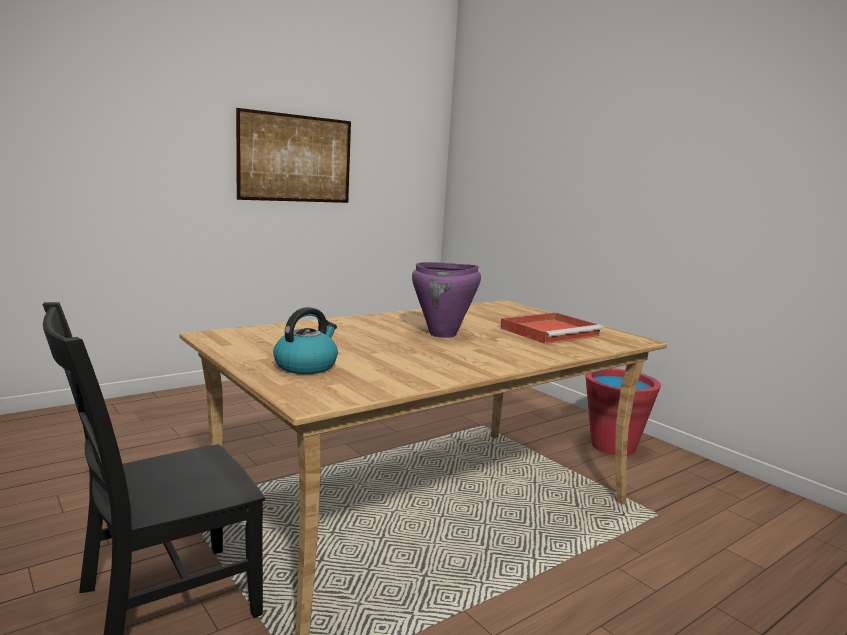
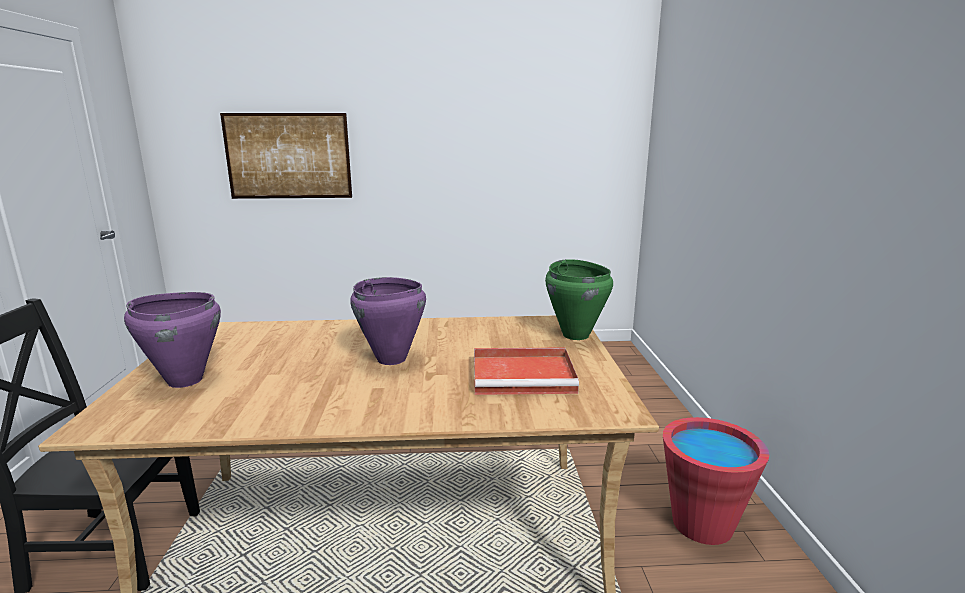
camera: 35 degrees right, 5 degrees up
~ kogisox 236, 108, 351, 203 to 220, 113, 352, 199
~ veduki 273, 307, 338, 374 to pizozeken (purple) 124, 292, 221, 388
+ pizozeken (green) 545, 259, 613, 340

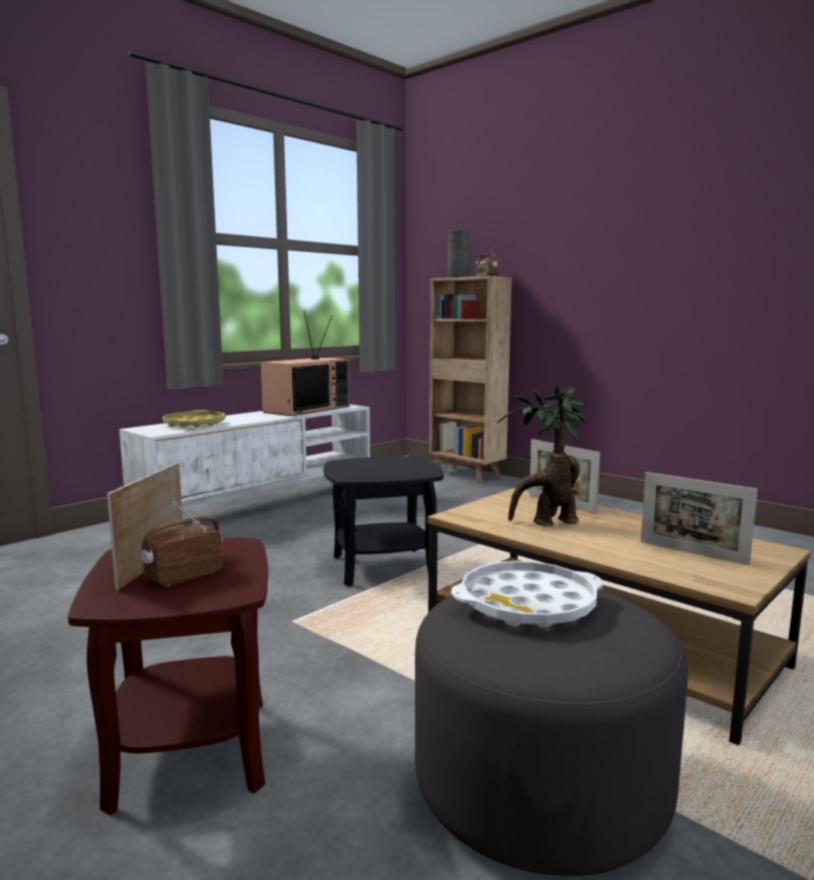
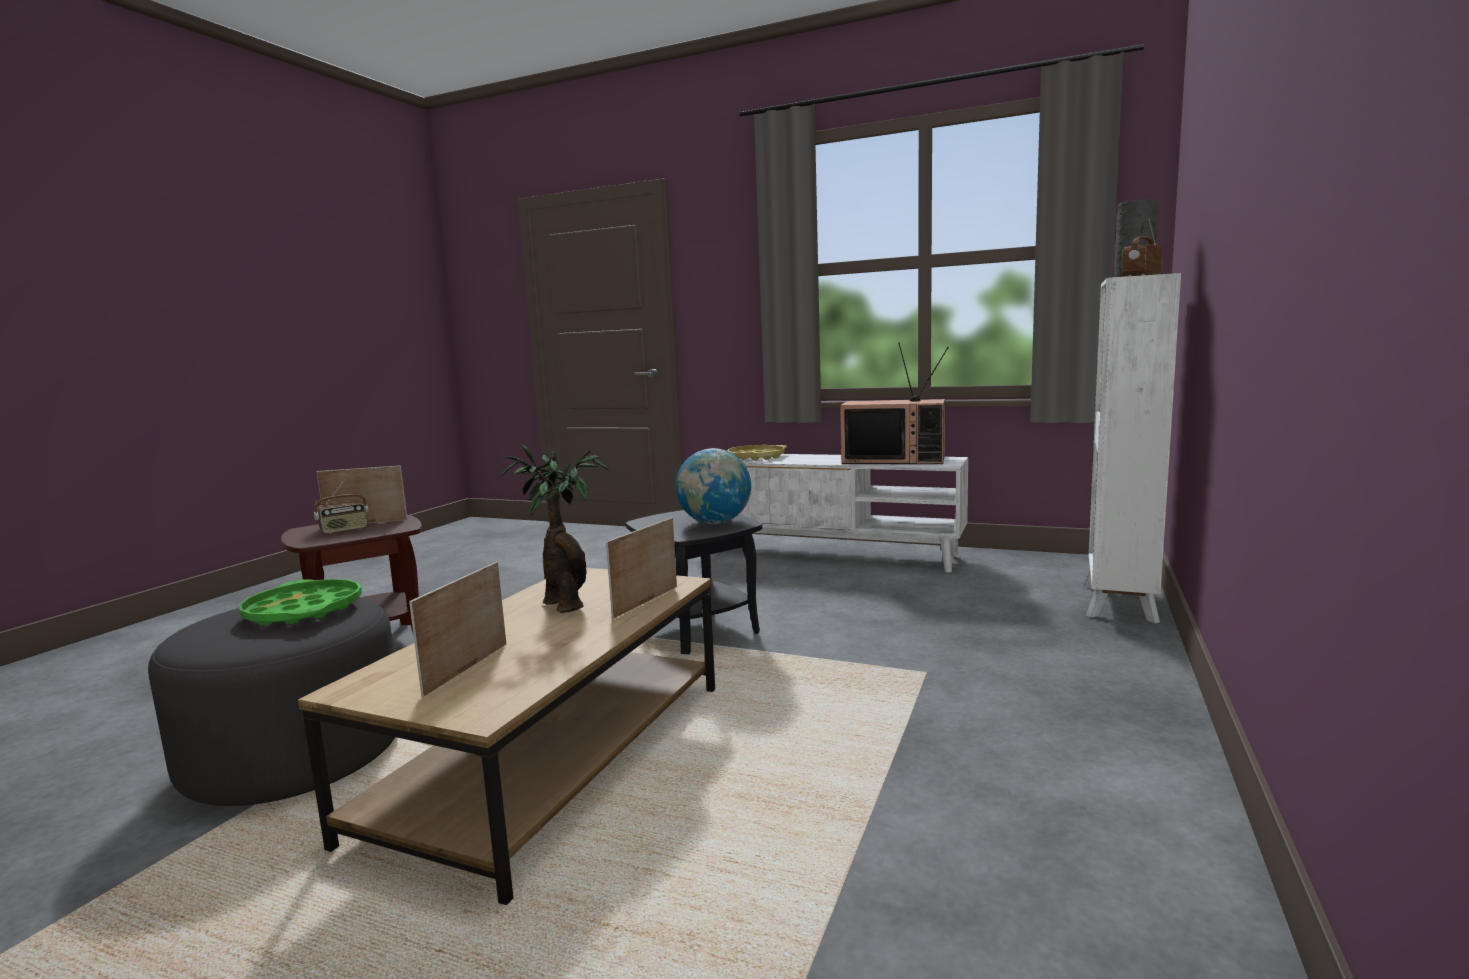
camera: 70 degrees right, 0 degrees up
~ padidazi 141, 501, 223, 586 = 314, 480, 369, 534 120 degrees clockwise
~ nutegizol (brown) 429, 276, 512, 483 to nutegizol (white) 1084, 273, 1181, 623
~ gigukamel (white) 451, 561, 603, 628 to gigukamel (green) 239, 579, 362, 626
+ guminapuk 676, 448, 751, 524

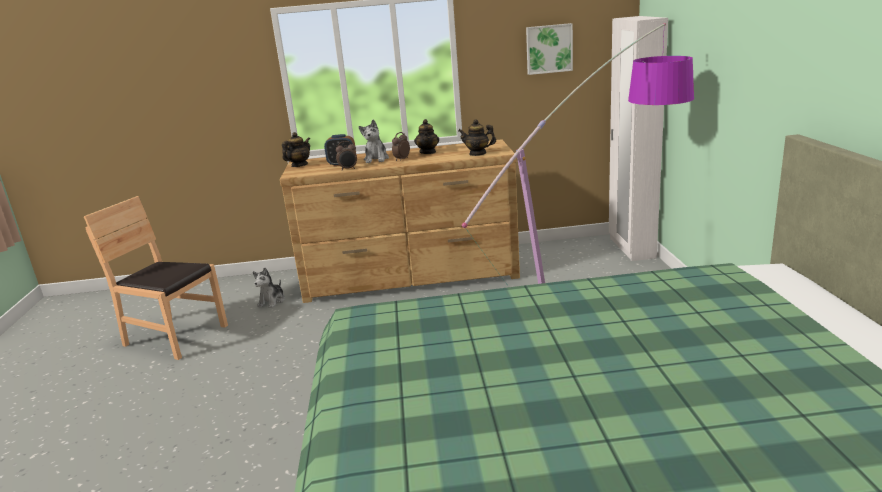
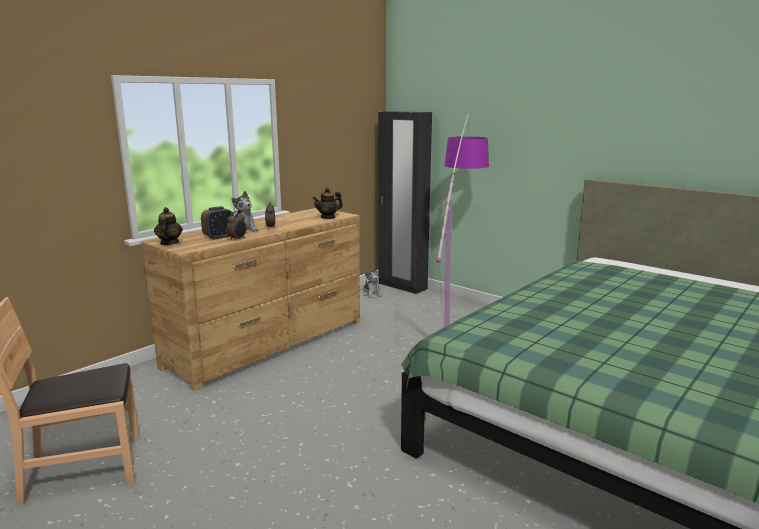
camera: 45 degrees left, 5 degrees down
~ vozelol 253, 267, 285, 308 to 363, 267, 382, 298
- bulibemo 414, 119, 439, 154
- kogisox 526, 23, 573, 75
~ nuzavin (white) 609, 16, 668, 261 to nuzavin (black) 378, 111, 432, 294

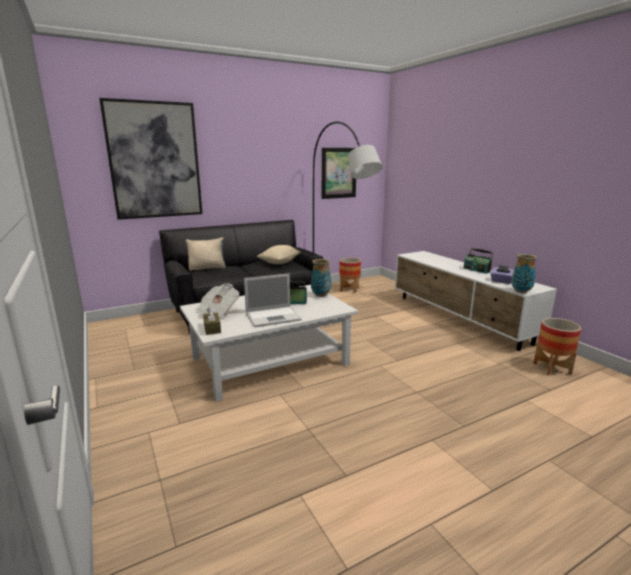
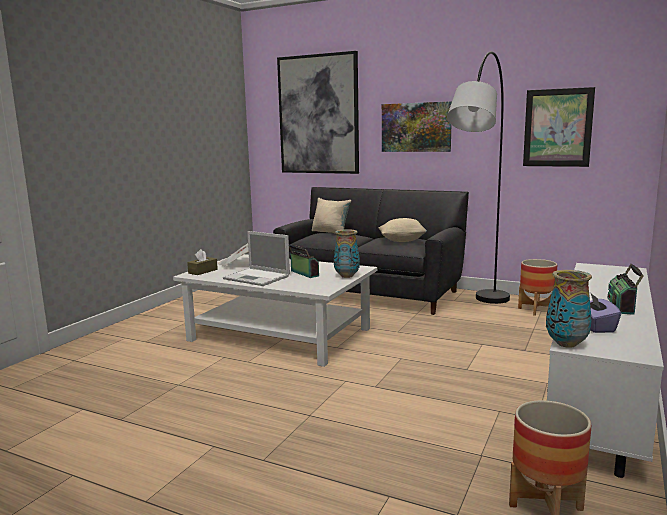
camera: 55 degrees right, 5 degrees down
+ kogisox 382, 101, 452, 152

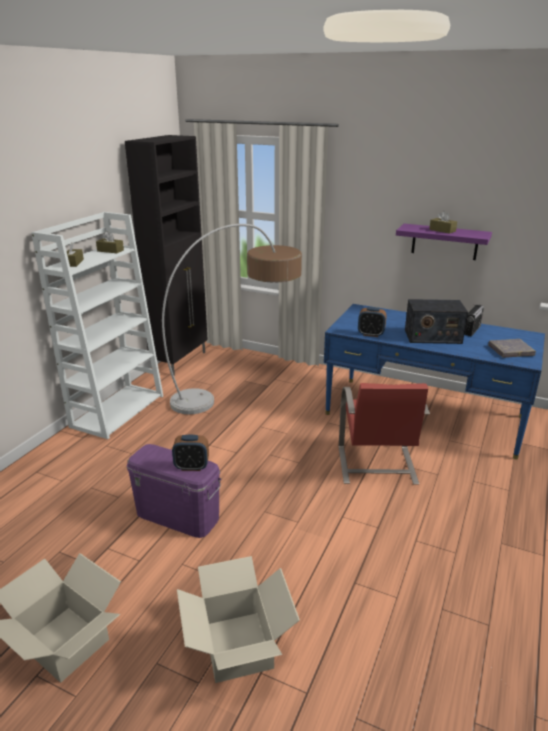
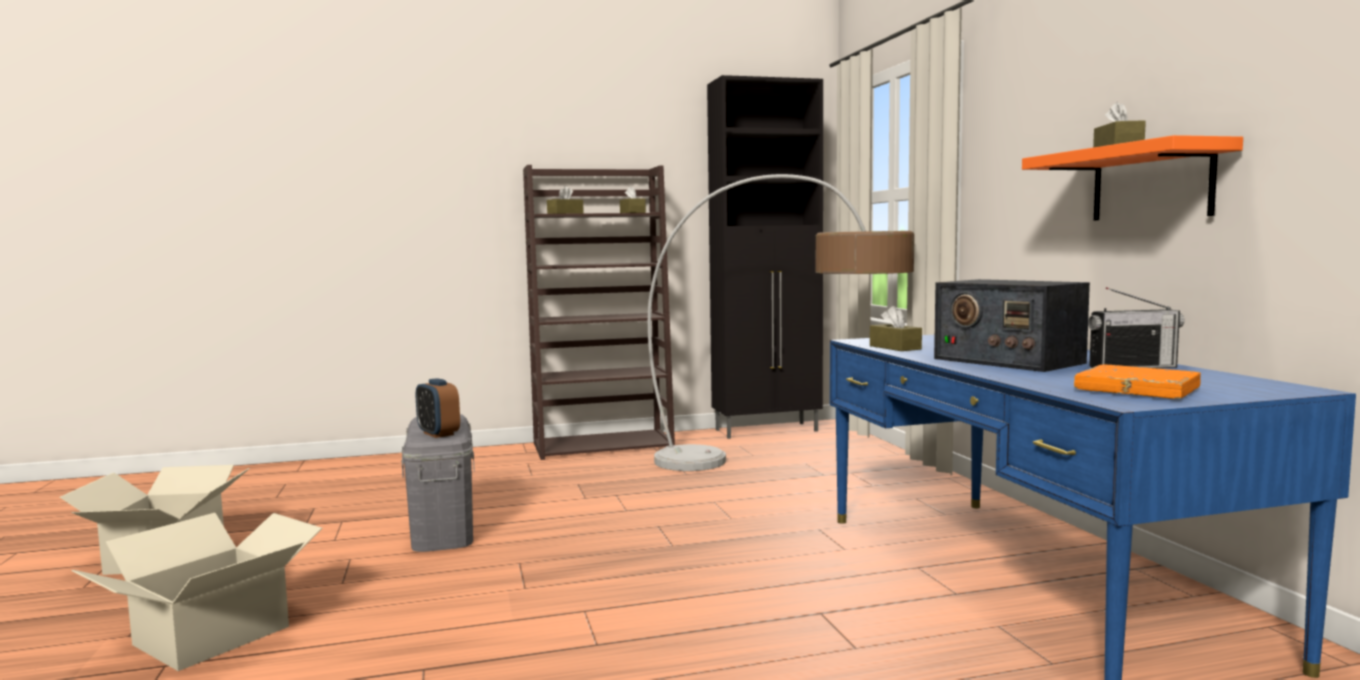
camera: 50 degrees right, 20 degrees down
~ nutegizol (white) 31, 212, 163, 439 to nutegizol (brown) 523, 165, 675, 460
~ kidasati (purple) 127, 444, 222, 538 to kidasati (grey) 401, 414, 475, 552
- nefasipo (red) 339, 383, 430, 485
~ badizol 358, 307, 387, 337 to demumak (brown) 870, 306, 922, 351
~ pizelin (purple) 396, 224, 492, 260 to pizelin (orange) 1022, 135, 1243, 220
~ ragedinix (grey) 488, 339, 536, 358 to ragedinix (orange) 1074, 364, 1201, 399

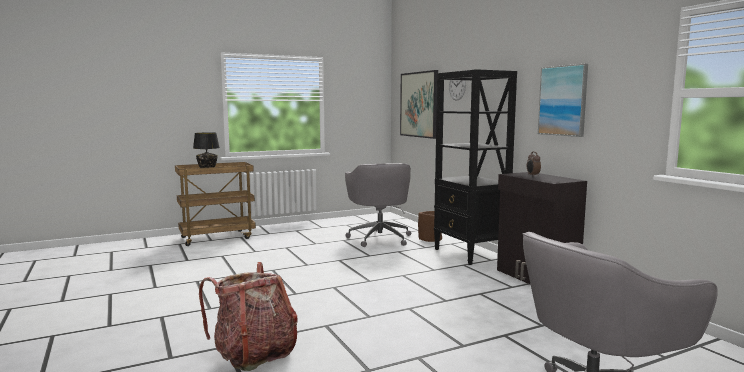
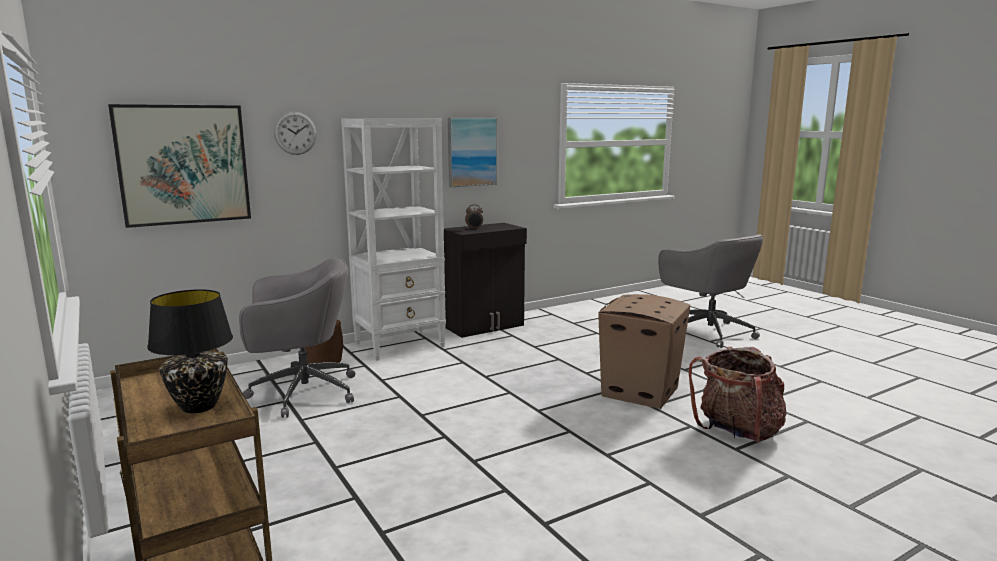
camera: 95 degrees left, 5 degrees up
~ nutegizol (black) 434, 69, 517, 265 to nutegizol (white) 341, 119, 446, 361
+ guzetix 598, 294, 690, 409

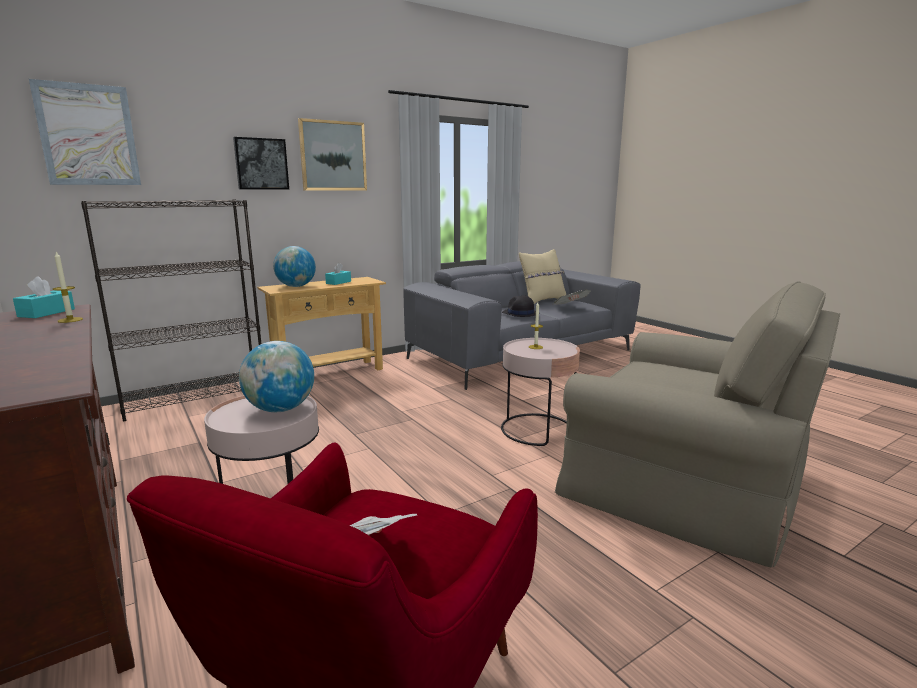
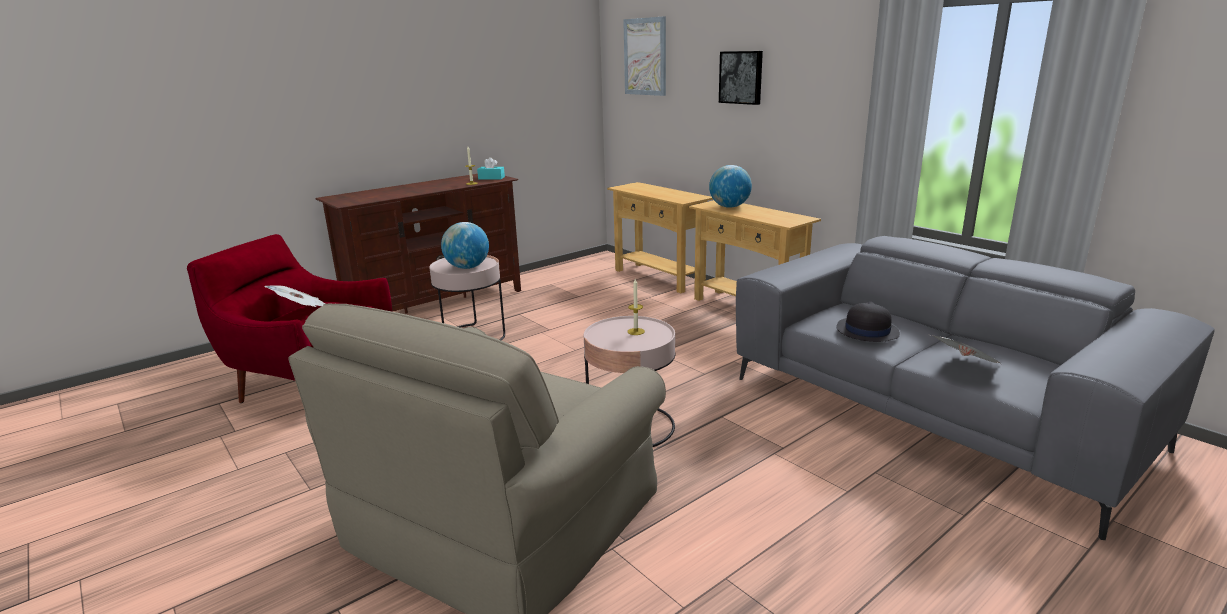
camera: 85 degrees right, 5 degrees up
~ nutegizol (black) 81, 199, 261, 421 to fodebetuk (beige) 607, 182, 713, 293
- kogisox 298, 118, 367, 191
- demumak (turquoise) 325, 263, 351, 285
- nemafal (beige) 519, 249, 566, 304

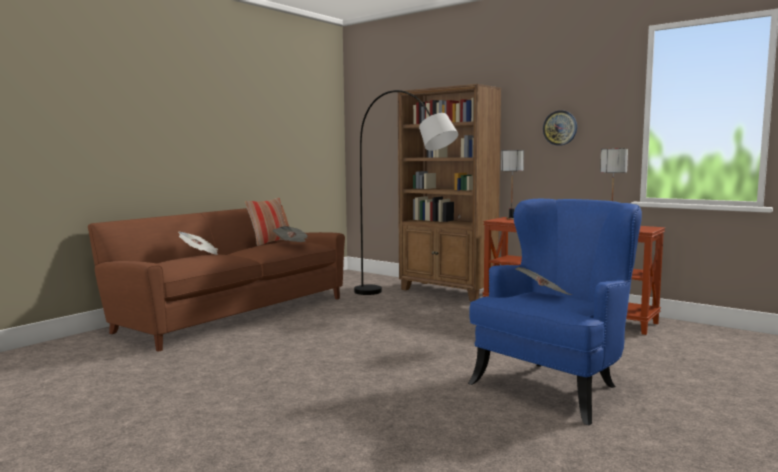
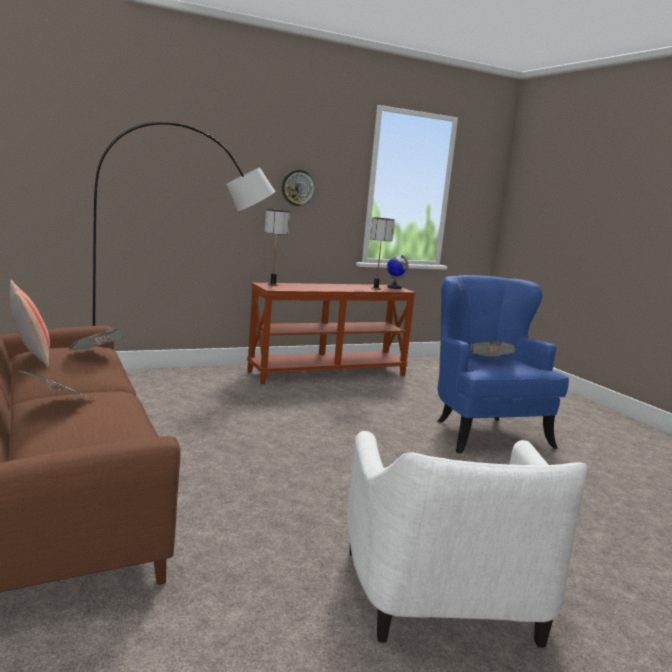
camera: 65 degrees left, 5 degrees up
- nutegizol (brown) 398, 84, 501, 302
+ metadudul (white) 347, 431, 588, 648
+ guminapuk 387, 255, 409, 289

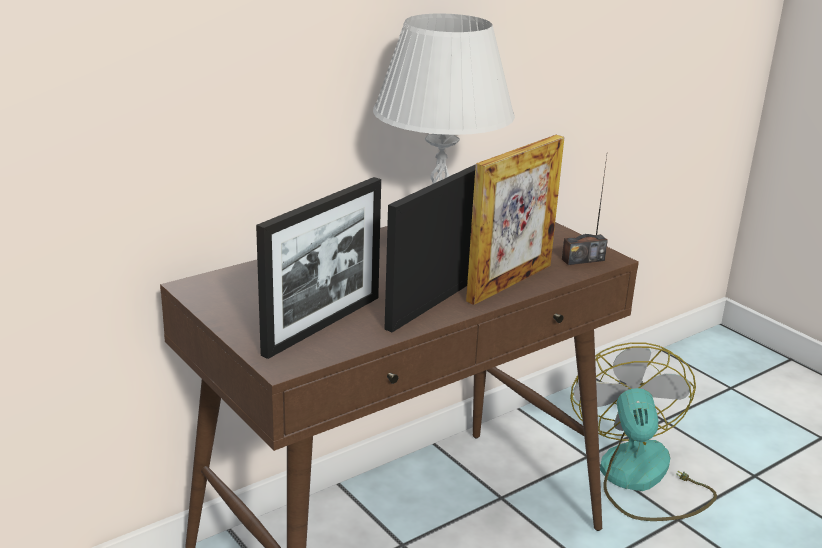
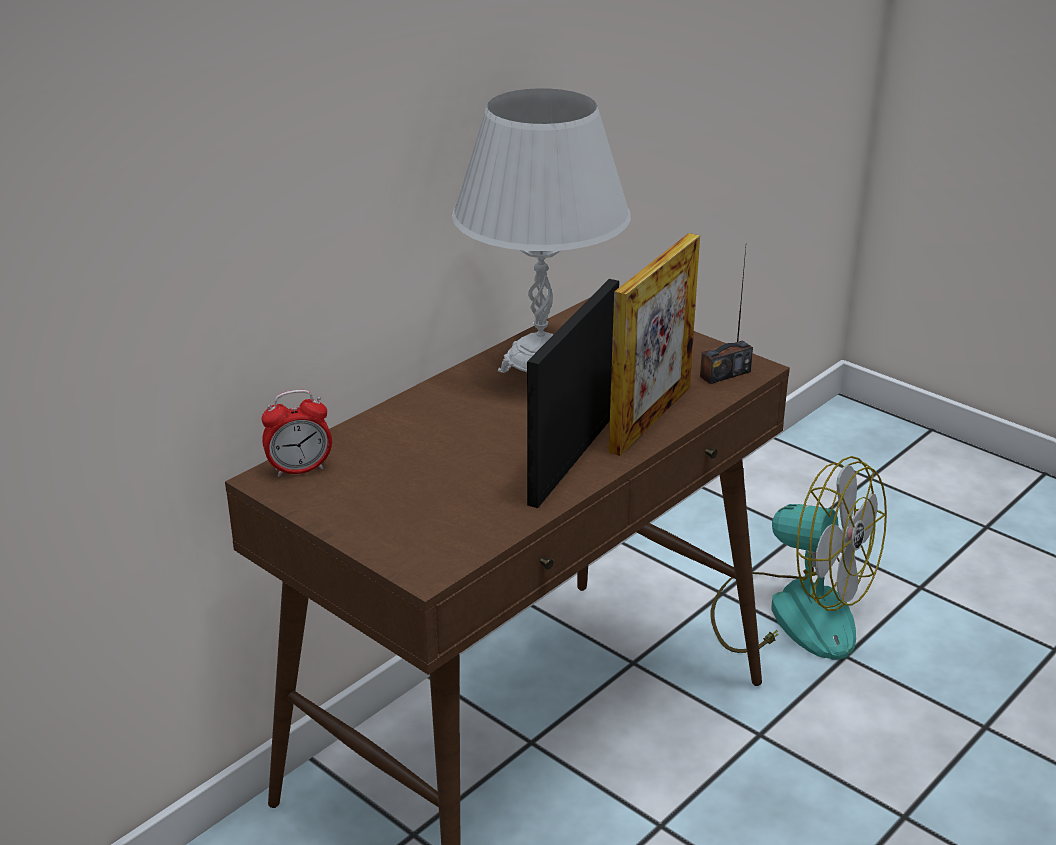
camera: 10 degrees left, 5 degrees up
- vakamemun 256, 177, 381, 359
~ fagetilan 570, 342, 717, 521 = 711, 456, 887, 660 135 degrees clockwise
+ badizol 262, 390, 332, 477

